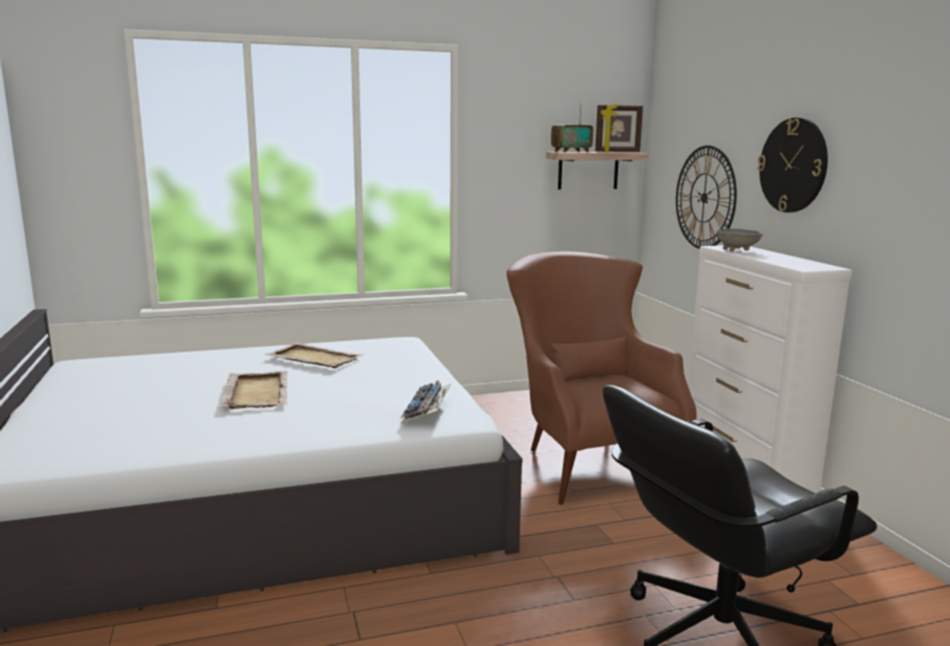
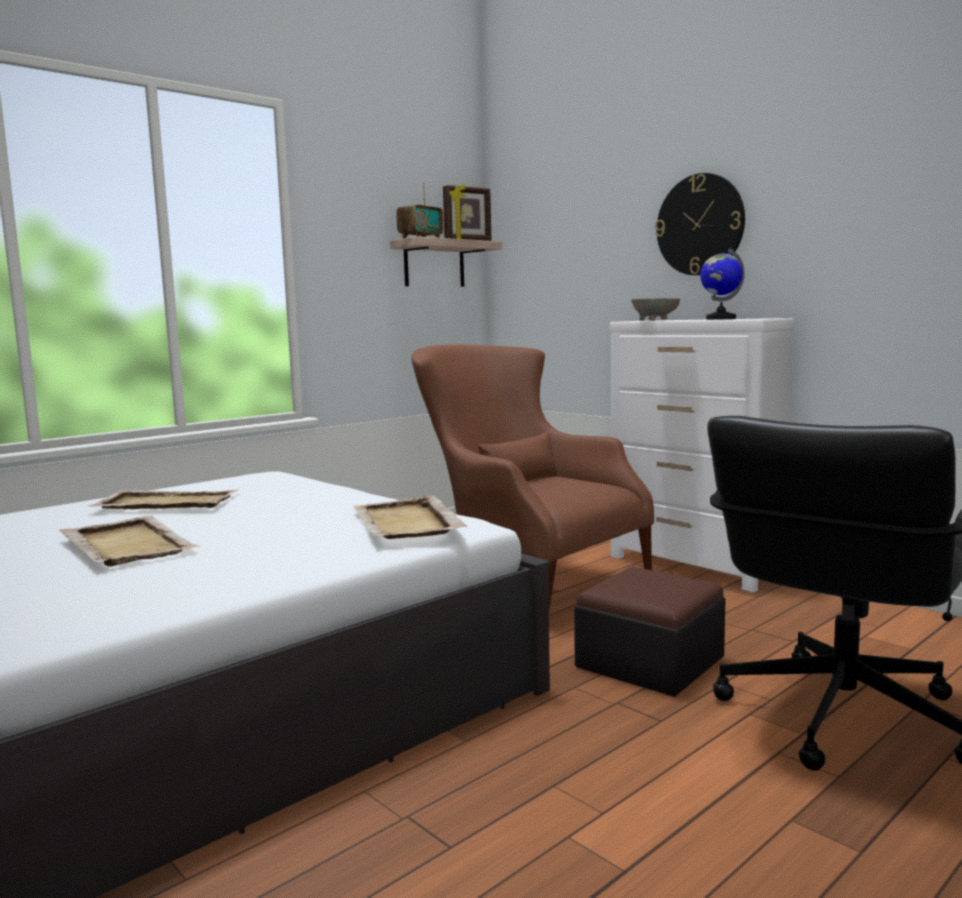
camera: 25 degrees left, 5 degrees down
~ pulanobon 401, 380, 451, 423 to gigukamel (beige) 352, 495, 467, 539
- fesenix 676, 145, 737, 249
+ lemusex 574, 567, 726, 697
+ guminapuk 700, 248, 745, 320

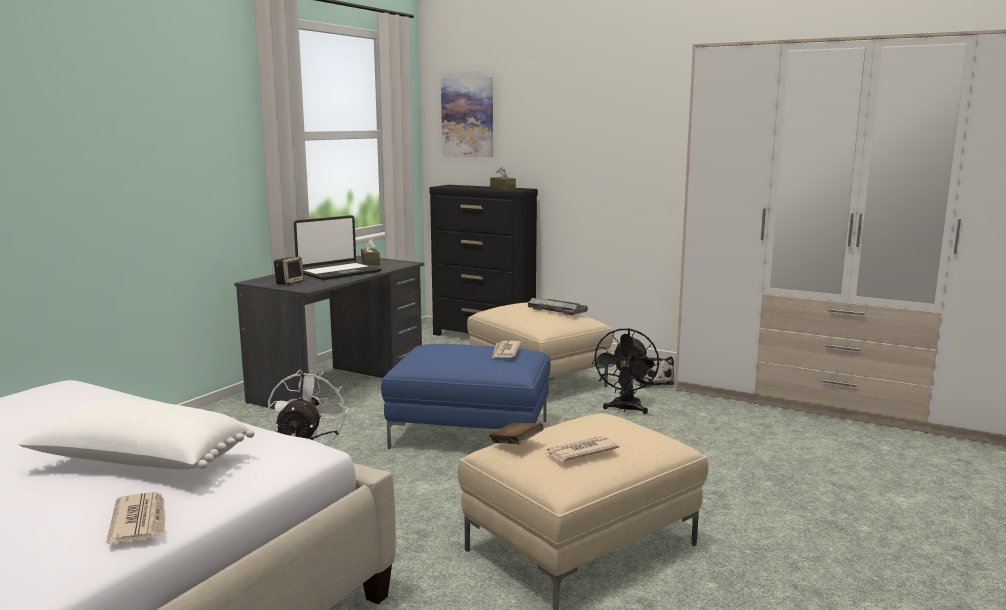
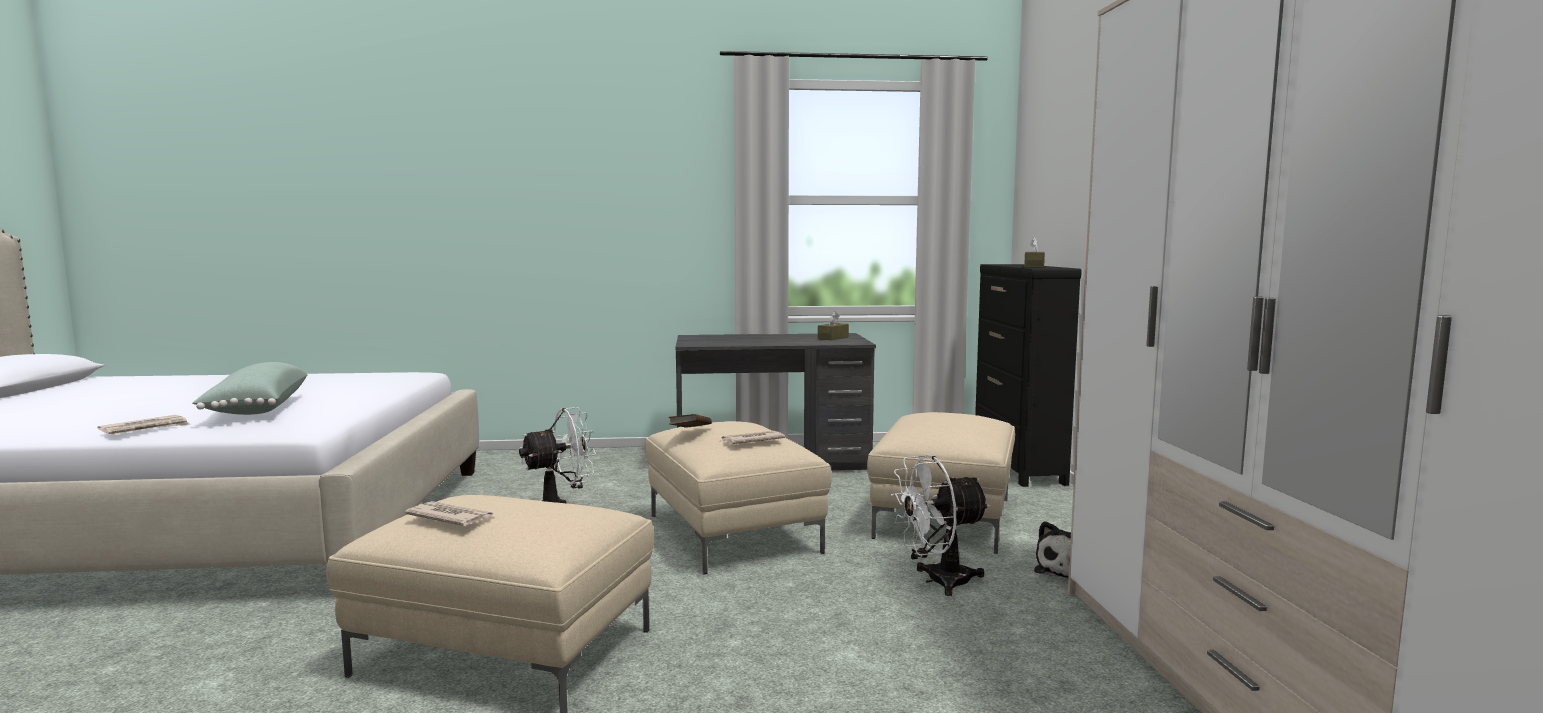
camera: 55 degrees right, 5 degrees down
~ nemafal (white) 18, 400, 255, 469 to nemafal (green) 193, 362, 307, 415
- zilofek 274, 257, 304, 285
- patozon 294, 215, 382, 280
~ lemusex (blue) 381, 344, 551, 449 to lemusex (beige) 645, 421, 832, 574
- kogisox 441, 77, 493, 157
~ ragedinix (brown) 489, 423, 544, 444 to 669, 414, 712, 428
- pulanobon 528, 298, 588, 316
~ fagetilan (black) 592, 328, 659, 414 to fagetilan (white) 891, 455, 990, 596

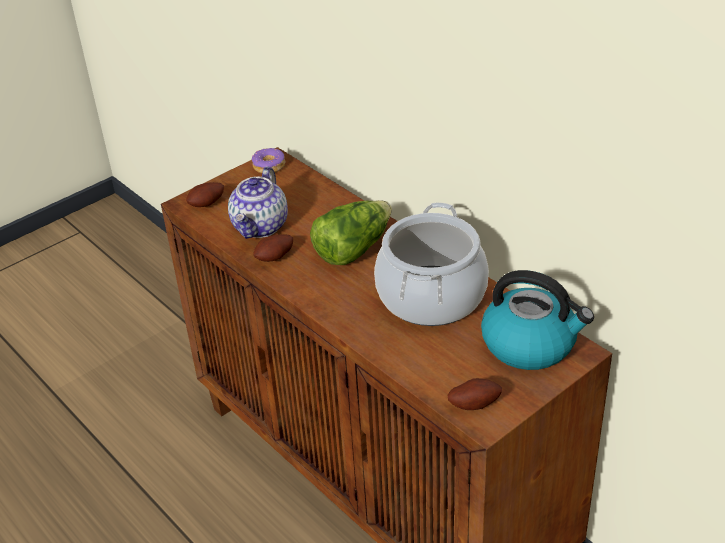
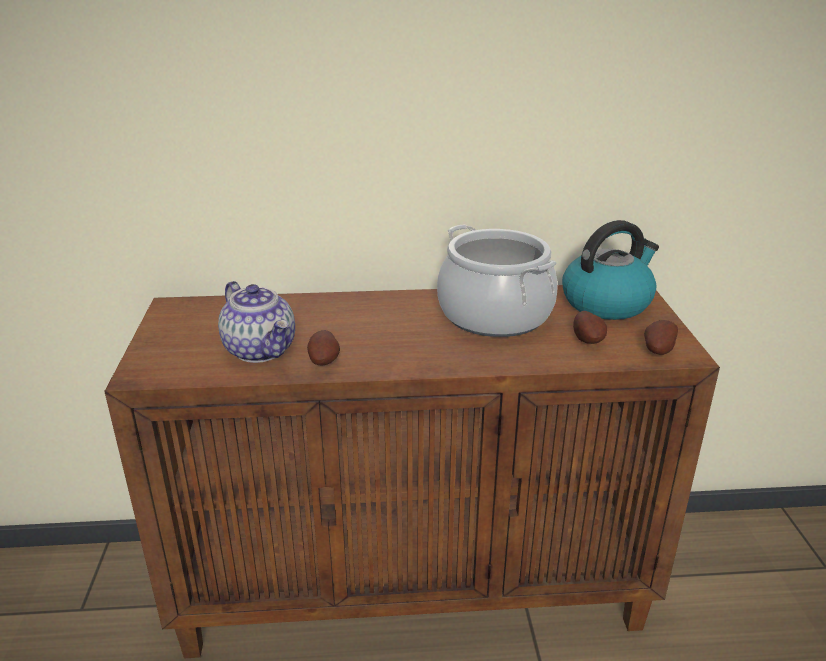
camera: 55 degrees left, 10 degrees down
~ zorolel 186, 182, 224, 207 to 573, 311, 607, 344
- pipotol 252, 148, 286, 173
- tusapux 310, 200, 392, 265

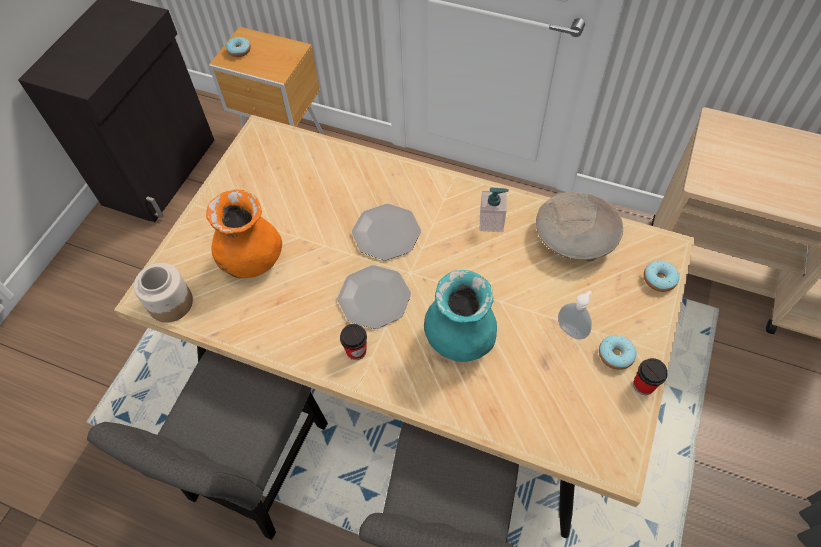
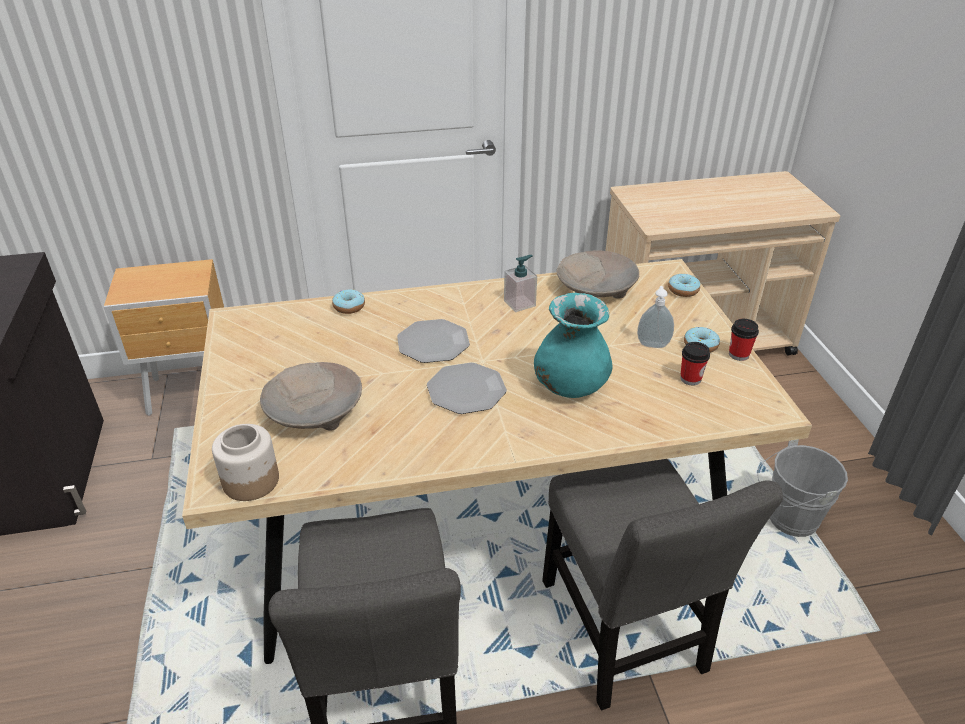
camera: 35 degrees left, 20 degrees down
~ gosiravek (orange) 206, 190, 282, 278 to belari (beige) 260, 362, 362, 431
~ pipotol 226, 36, 251, 57 to 332, 289, 365, 314
~ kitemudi 340, 324, 367, 360 to 680, 342, 710, 385
+ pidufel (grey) 757, 439, 848, 537

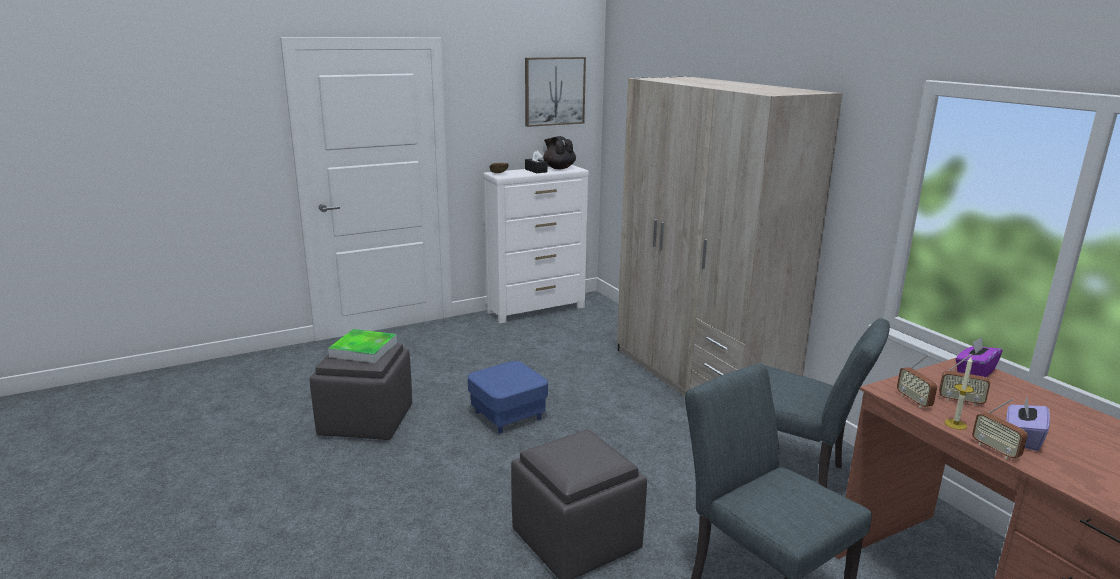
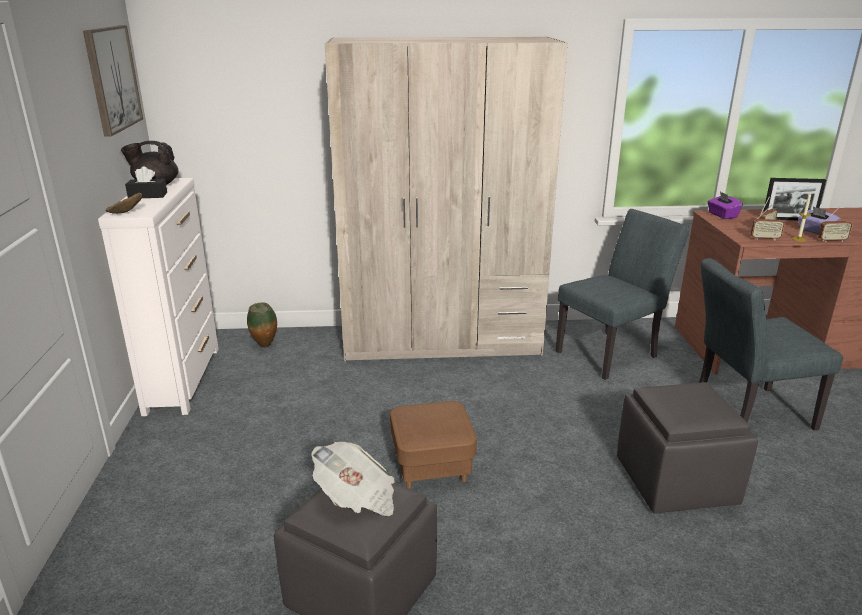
camera: 65 degrees left, 5 degrees up
~ gigukamel 328, 329, 397, 363 to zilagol 311, 442, 395, 516
~ lemusex (blue) 468, 361, 548, 433 to lemusex (brown) 390, 401, 477, 489
+ gosiravek 247, 302, 277, 347
+ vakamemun 763, 178, 826, 221

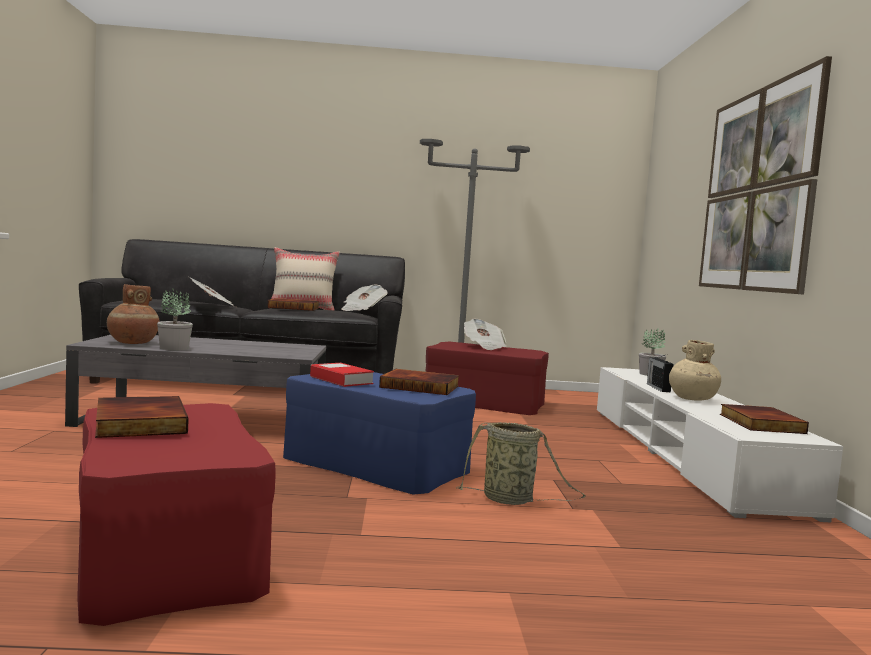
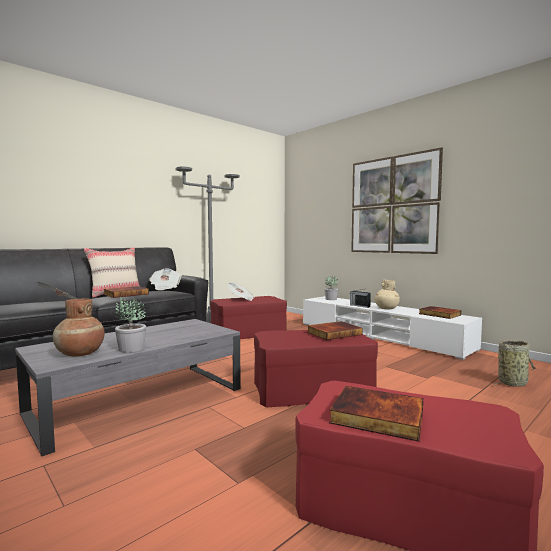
camera: 40 degrees left, 0 degrees up
~ lemusex (blue) 283, 372, 476, 495 to lemusex (red) 254, 330, 378, 407
- ragedinix 310, 363, 374, 387
~ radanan 456, 422, 586, 505 to 494, 340, 535, 387

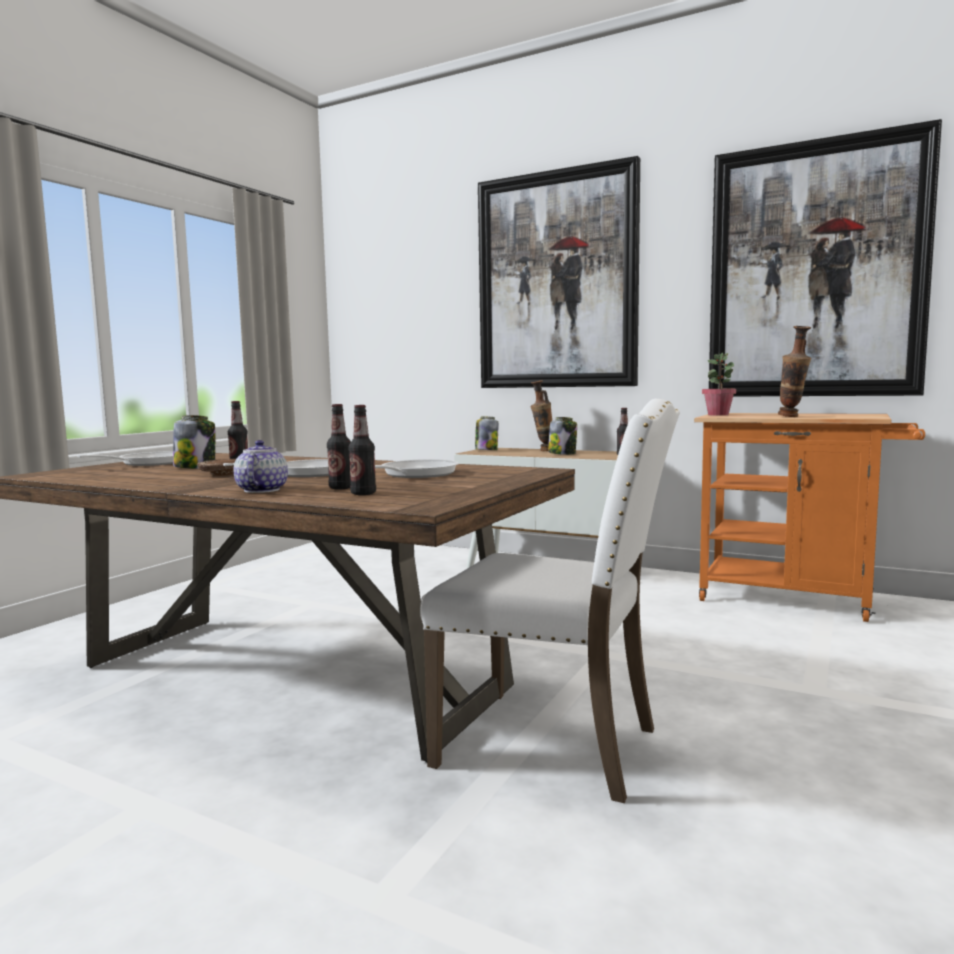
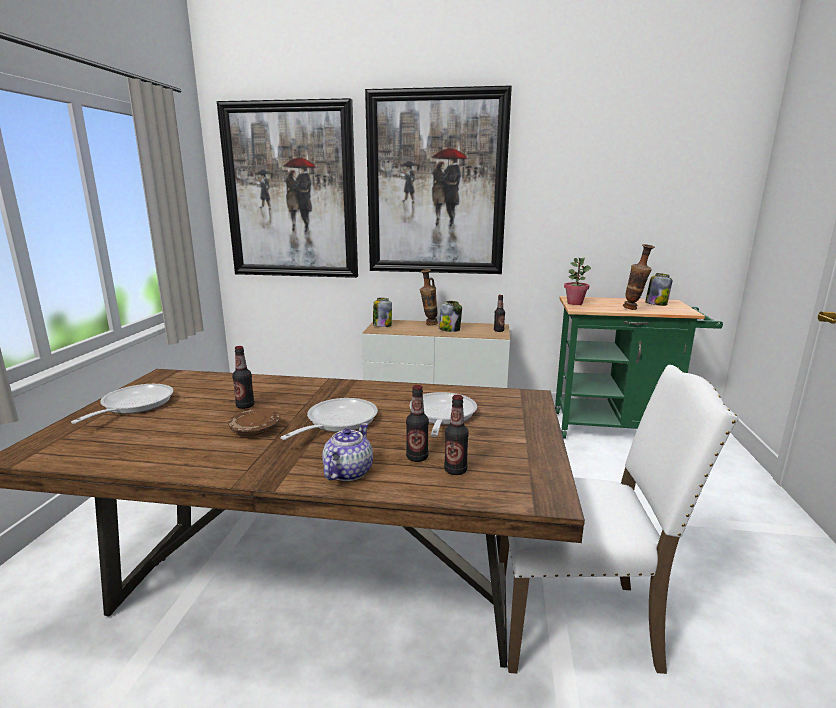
camera: 20 degrees left, 10 degrees up
~ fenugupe 173, 415, 215, 469 to 645, 273, 673, 306
~ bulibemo 234, 440, 288, 493 = 322, 423, 373, 481 45 degrees clockwise
~ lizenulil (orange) 694, 413, 925, 622 to lizenulil (green) 555, 296, 723, 439
~ kogisox 709, 119, 942, 397 to 217, 98, 358, 278

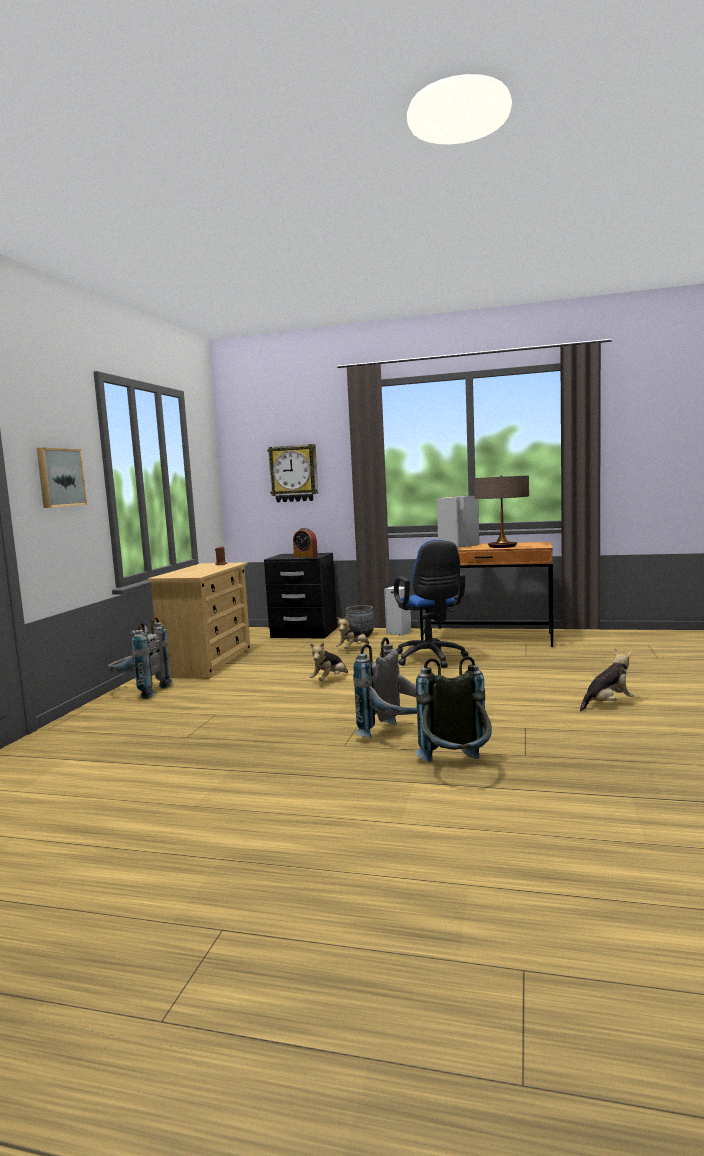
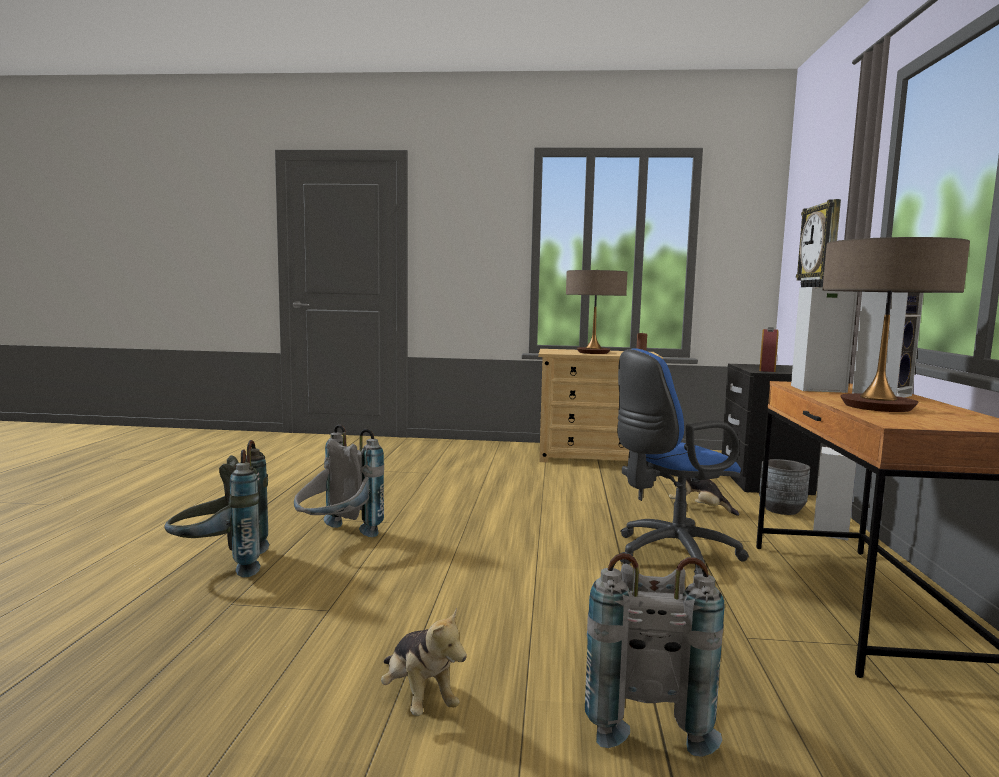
camera: 80 degrees right, 0 degrees up
- kogisox 37, 448, 87, 508
~ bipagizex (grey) 108, 617, 172, 699 to 585, 553, 725, 757
- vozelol 309, 642, 348, 681
+ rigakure 566, 270, 627, 354

